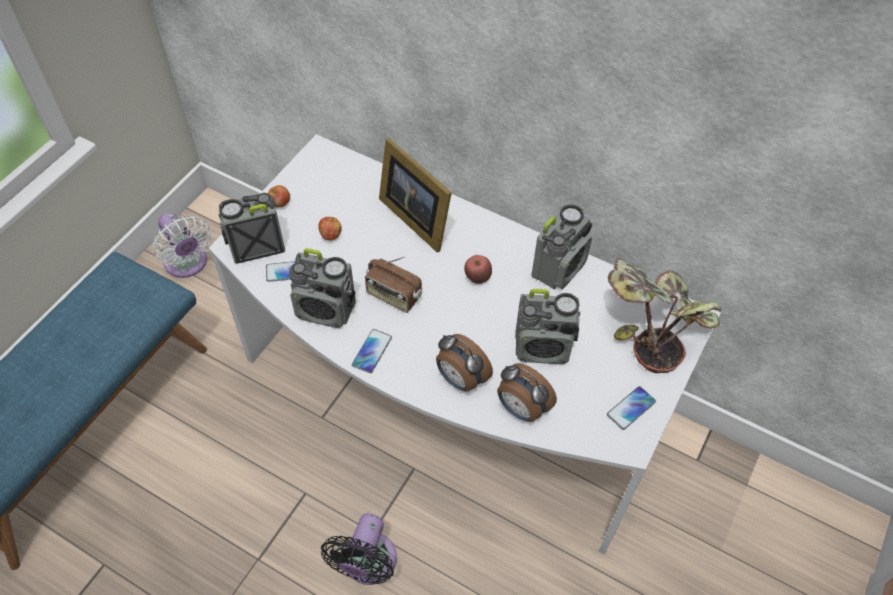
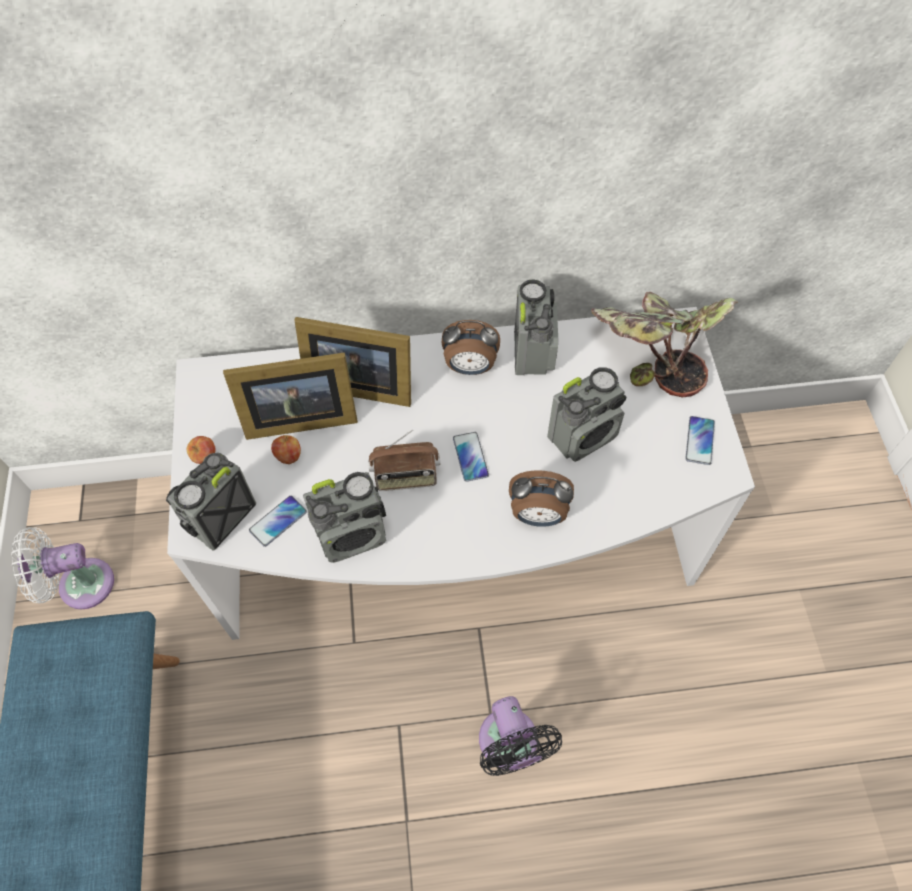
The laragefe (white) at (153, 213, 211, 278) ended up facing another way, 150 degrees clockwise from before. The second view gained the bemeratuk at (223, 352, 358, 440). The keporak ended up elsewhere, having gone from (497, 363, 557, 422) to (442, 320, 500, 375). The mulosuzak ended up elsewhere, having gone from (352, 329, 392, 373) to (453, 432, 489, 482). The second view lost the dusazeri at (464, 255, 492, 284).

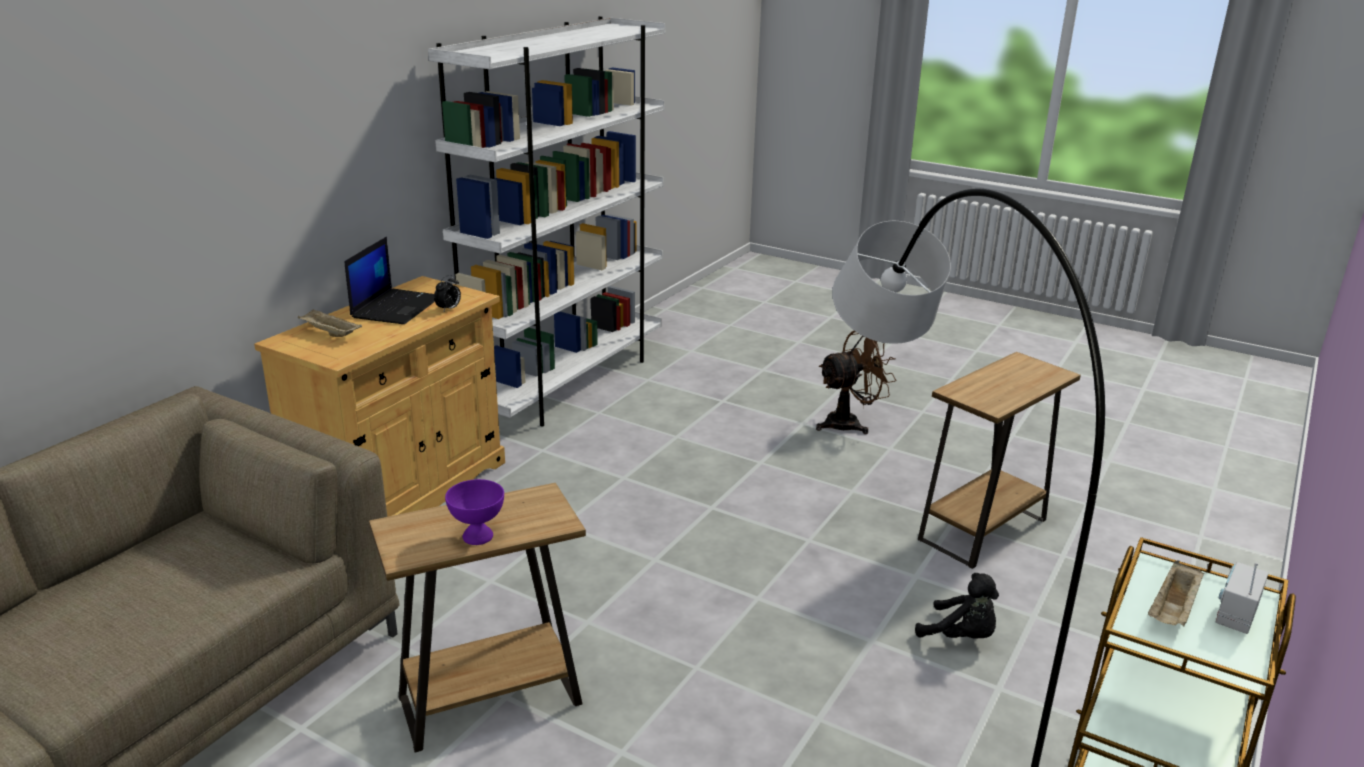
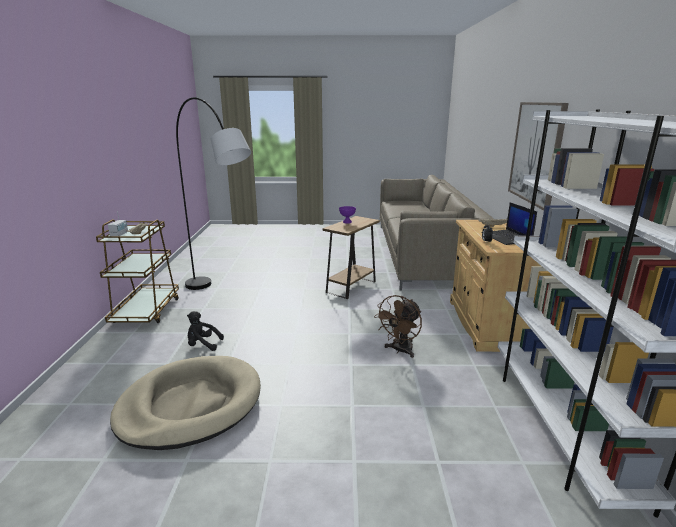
Where the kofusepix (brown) stood at (918, 352, 1081, 569), the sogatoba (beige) came to stand at (110, 356, 261, 450). The laragefe (brown) ended up elsewhere, having gone from (816, 331, 896, 434) to (374, 295, 422, 358). The second view gained the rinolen at (508, 102, 569, 210).

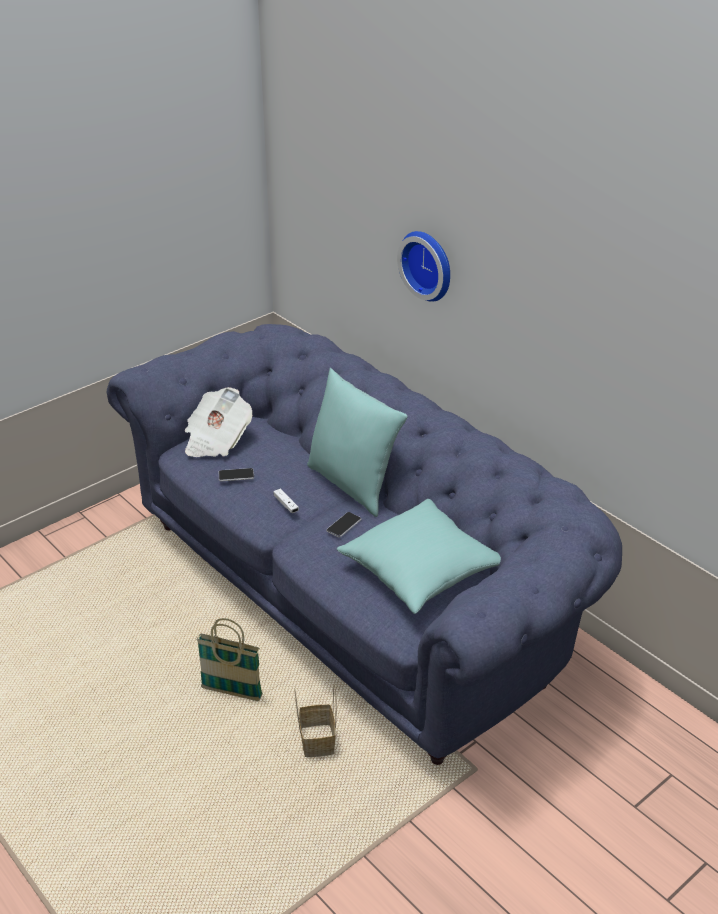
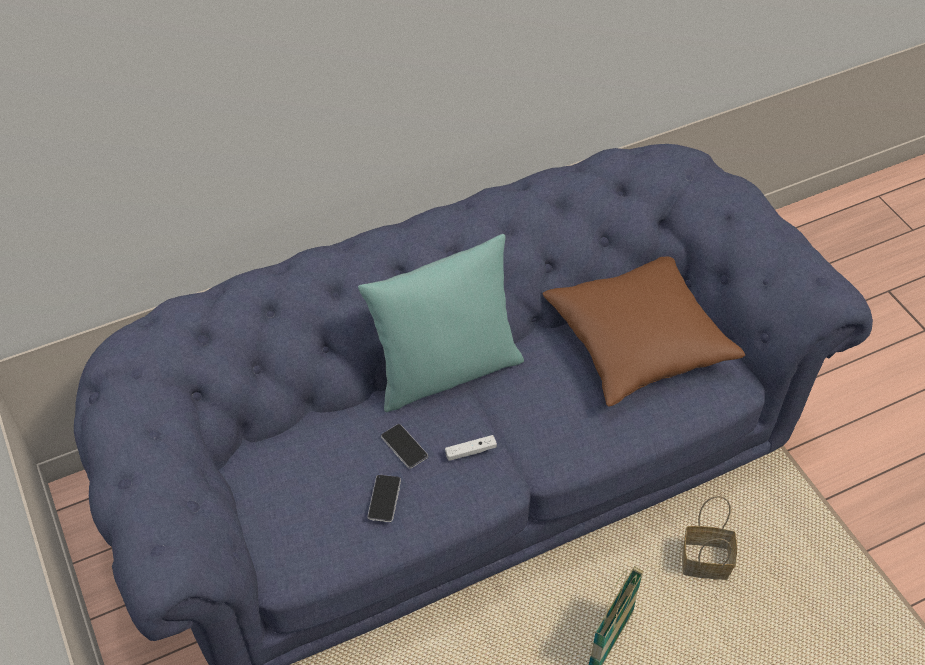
The mulosuzak ended up elsewhere, having gone from (326, 512, 362, 537) to (381, 424, 428, 469). What was the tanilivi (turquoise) at (337, 499, 501, 614) turned into the tanilivi (brown) at (542, 257, 745, 407). The second view lost the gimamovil at (185, 387, 252, 457). The second view lost the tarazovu at (397, 231, 450, 302).

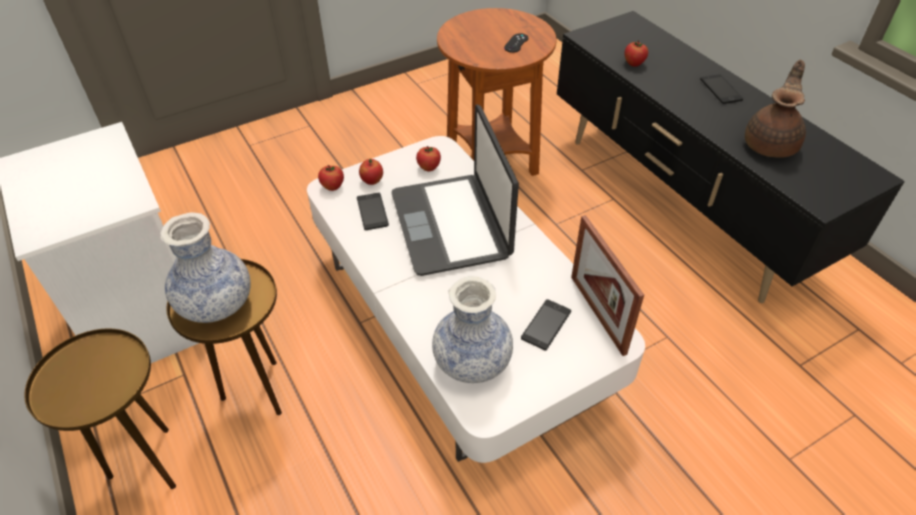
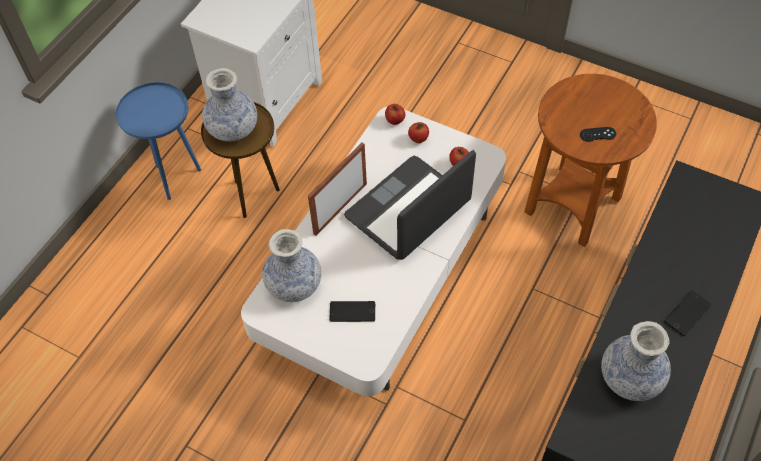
What was the kofusepix (brown) at (24, 329, 176, 489) turned into the kofusepix (blue) at (116, 82, 201, 200). The bemeratuk ended up elsewhere, having gone from (571, 215, 644, 356) to (308, 142, 367, 236). Where the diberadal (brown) stood at (745, 60, 806, 158), the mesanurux came to stand at (601, 321, 671, 401). The second view lost the mulosuzak at (357, 193, 389, 230). The second view lost the dusazeri at (625, 40, 648, 67).

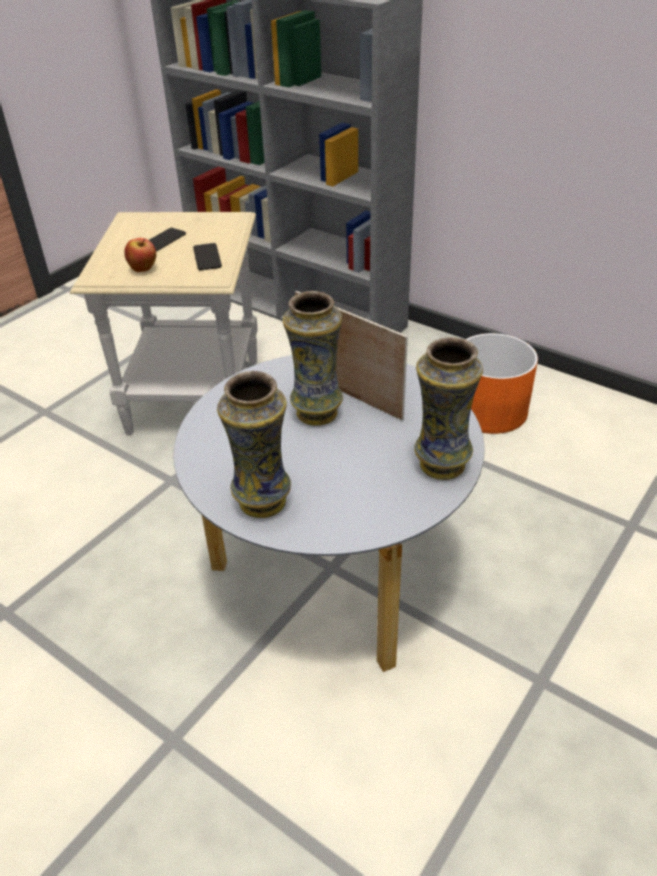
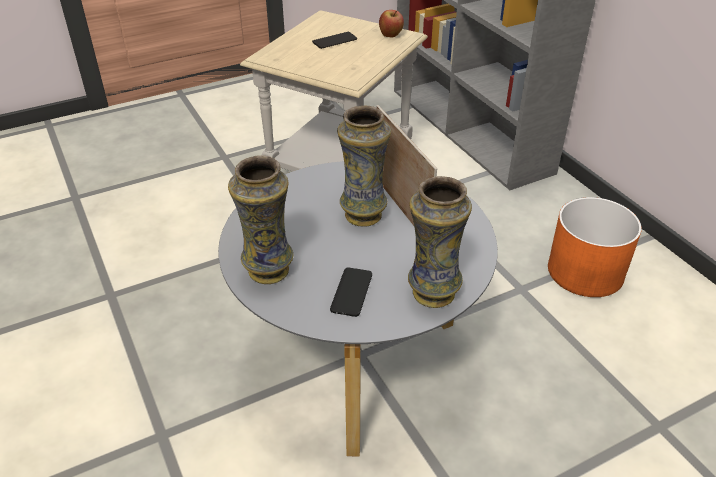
The mulosuzak ended up elsewhere, having gone from (193, 243, 222, 270) to (330, 267, 372, 317). The dusazeri ended up elsewhere, having gone from (124, 238, 156, 272) to (379, 10, 404, 38).

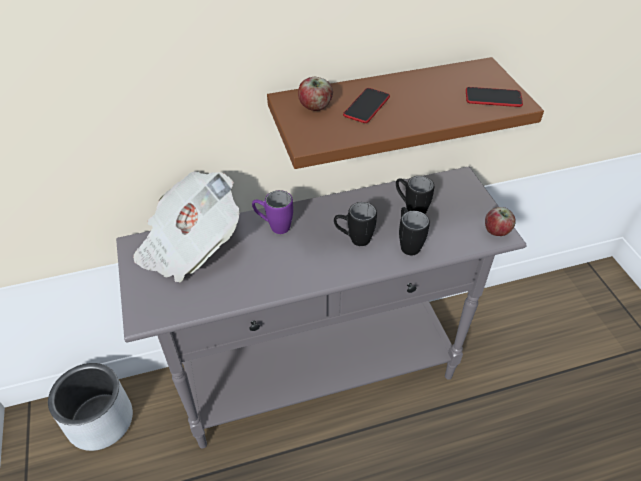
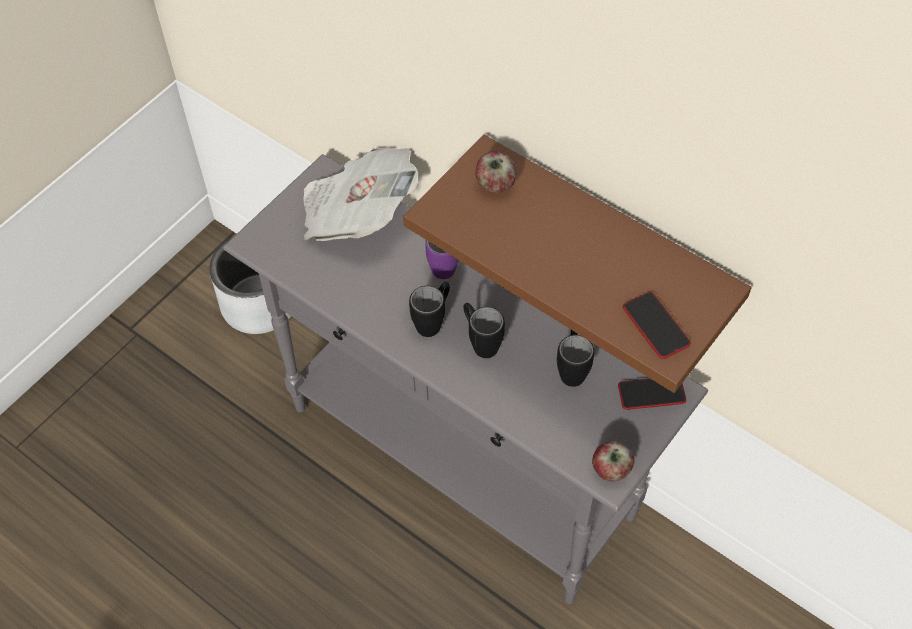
The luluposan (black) ended up elsewhere, having gone from (399, 207, 430, 255) to (409, 281, 450, 337). The mulosuzak ended up elsewhere, having gone from (343, 88, 390, 123) to (618, 378, 686, 410).

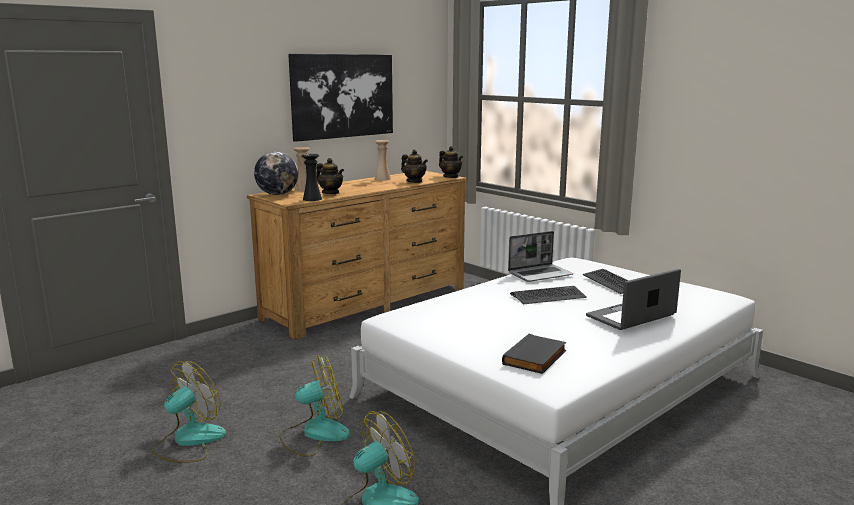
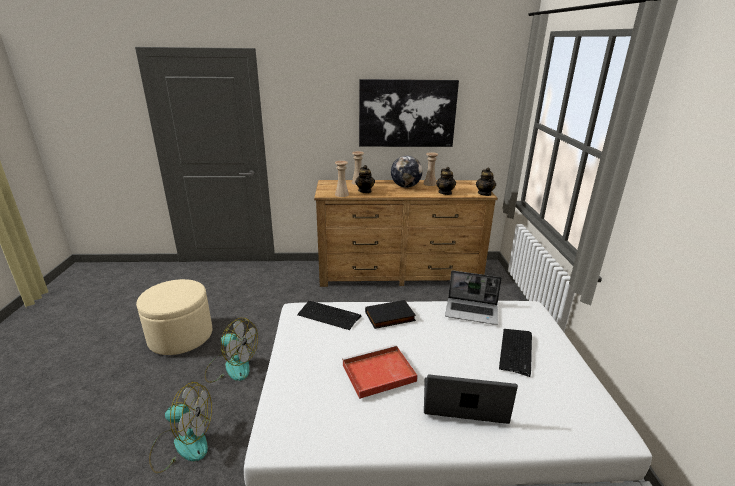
Where the laragefe stood at (152, 361, 226, 463), the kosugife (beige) came to stand at (136, 279, 213, 355). The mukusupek ended up elsewhere, having gone from (510, 286, 587, 304) to (297, 301, 362, 330). What was the mesanurux (black) at (302, 154, 322, 201) turned into the mesanurux (beige) at (335, 161, 349, 197). The second view gained the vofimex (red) at (342, 345, 418, 399). The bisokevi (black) ended up elsewhere, having gone from (502, 334, 566, 374) to (365, 300, 416, 329). The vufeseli ended up elsewhere, having gone from (254, 151, 298, 195) to (391, 156, 422, 188).

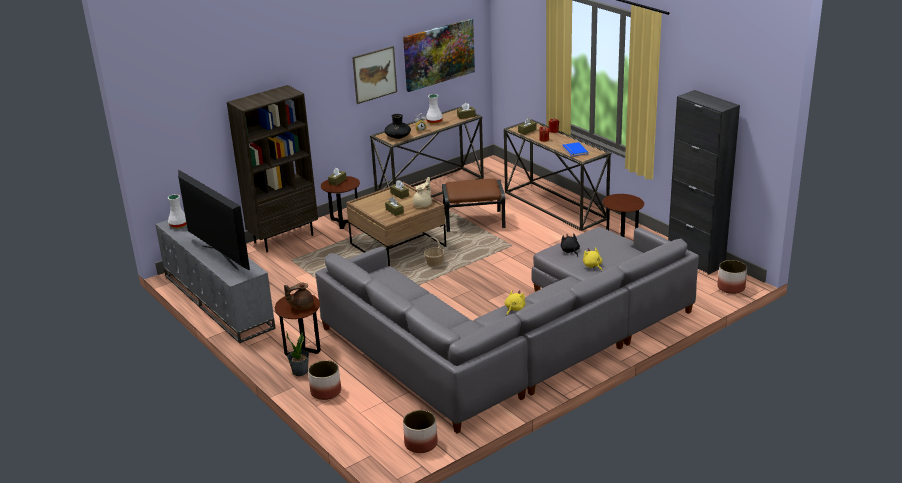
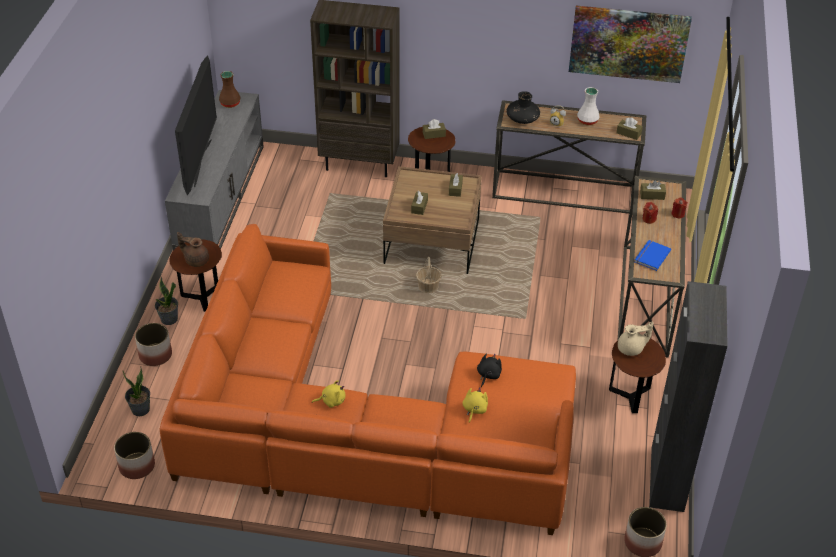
The second view gained the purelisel at (123, 366, 150, 416). What was the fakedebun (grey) at (315, 227, 699, 434) turned into the fakedebun (orange) at (160, 224, 576, 535). What was the mesanurux (white) at (168, 194, 187, 228) turned into the mesanurux (brown) at (219, 71, 240, 108). The diberadal (beige) ended up elsewhere, having gone from (413, 177, 432, 208) to (618, 321, 653, 356). The second view lost the rinolen at (352, 46, 397, 104). The second view lost the kosugife (brown) at (442, 179, 506, 232).

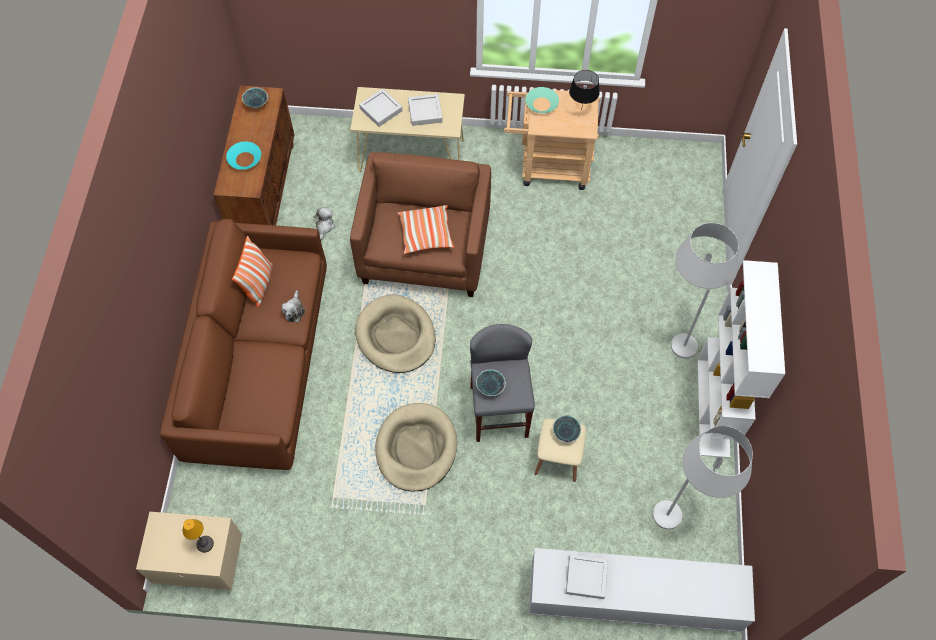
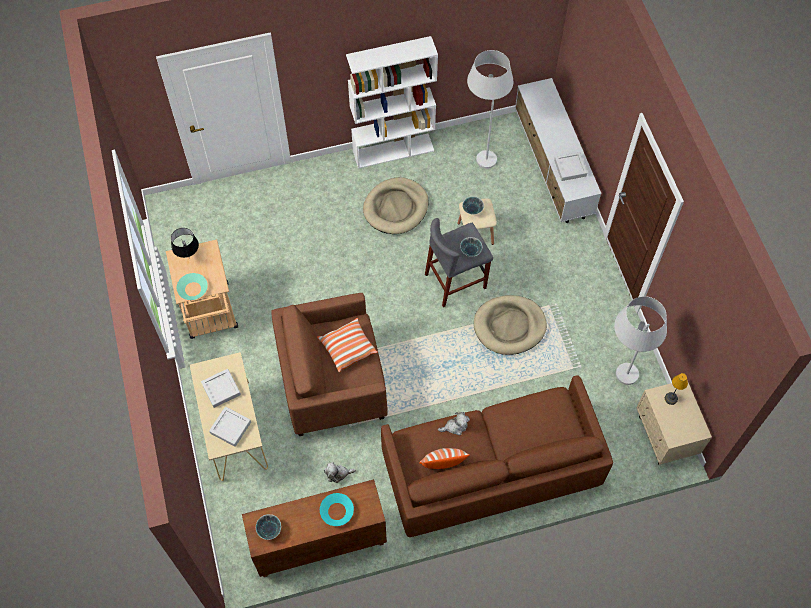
The sogatoba (beige) ended up elsewhere, having gone from (355, 295, 436, 373) to (363, 177, 429, 234). The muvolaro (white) ended up elsewhere, having gone from (671, 223, 739, 359) to (614, 296, 667, 385).

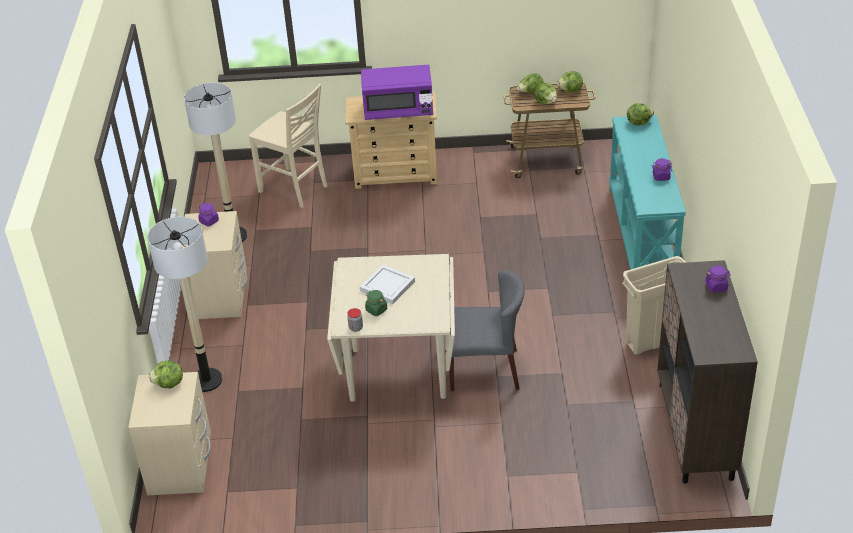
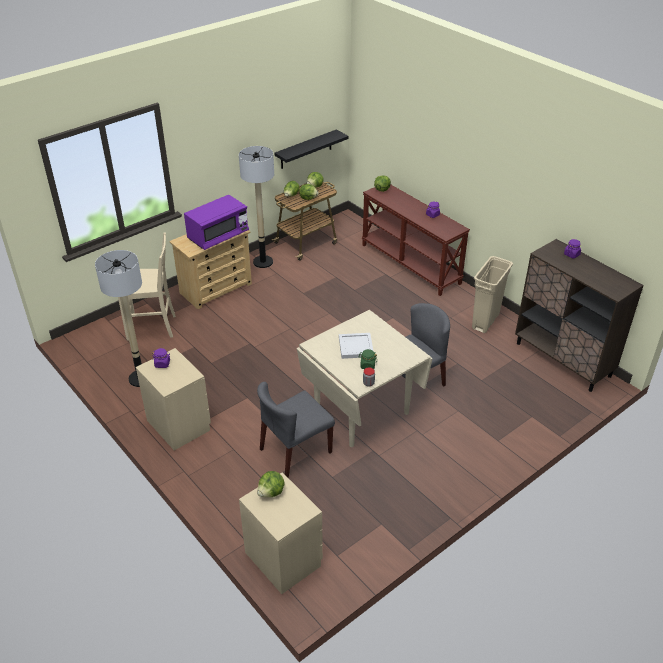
The muvolaro ended up elsewhere, having gone from (147, 217, 223, 392) to (239, 146, 274, 268). The second view gained the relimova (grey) at (257, 382, 335, 478). The second view gained the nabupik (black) at (275, 129, 348, 169). What was the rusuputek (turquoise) at (609, 115, 686, 270) turned into the rusuputek (brown) at (362, 184, 470, 296).

